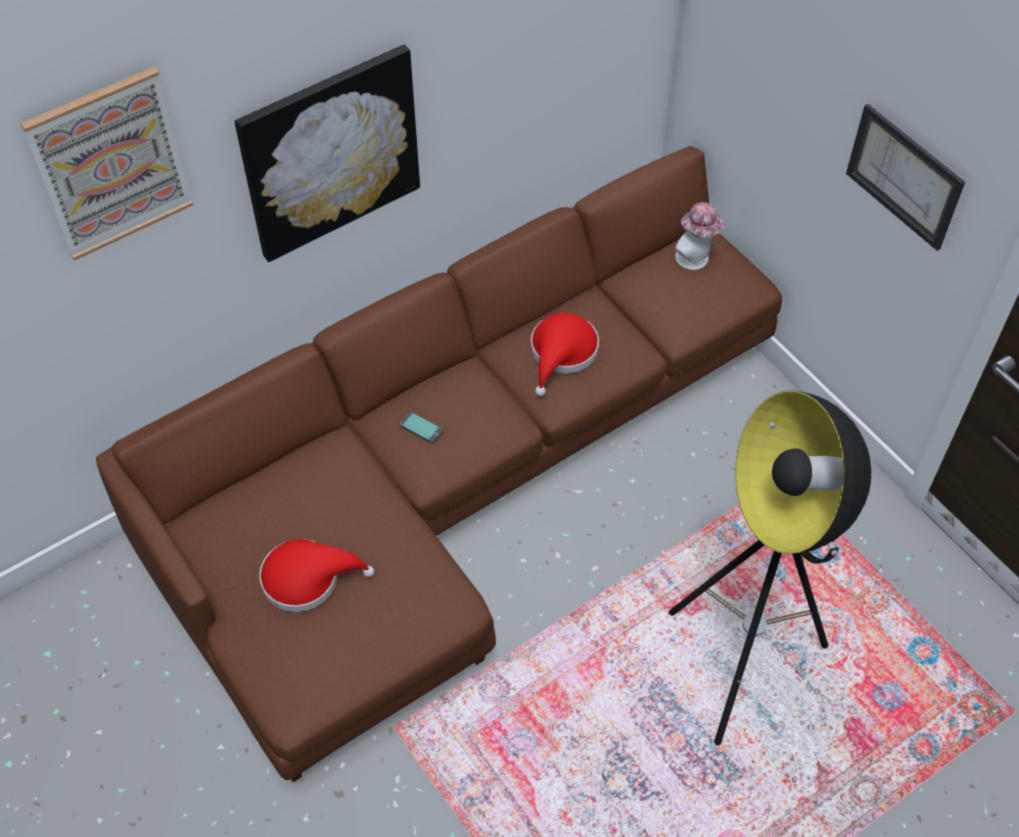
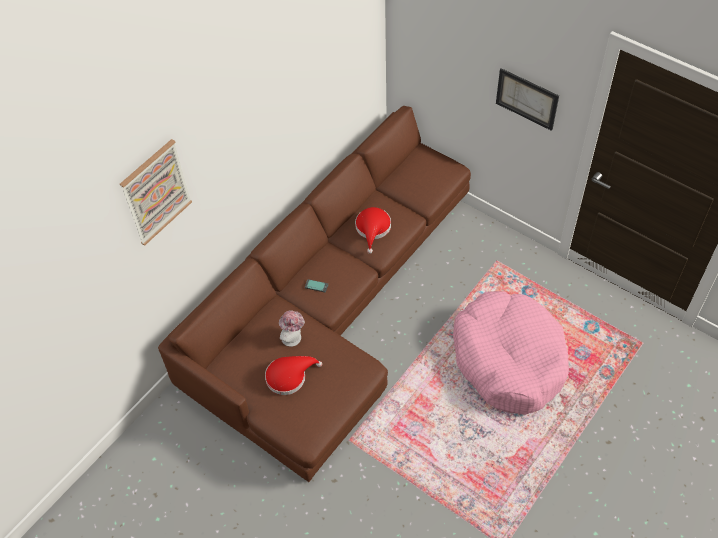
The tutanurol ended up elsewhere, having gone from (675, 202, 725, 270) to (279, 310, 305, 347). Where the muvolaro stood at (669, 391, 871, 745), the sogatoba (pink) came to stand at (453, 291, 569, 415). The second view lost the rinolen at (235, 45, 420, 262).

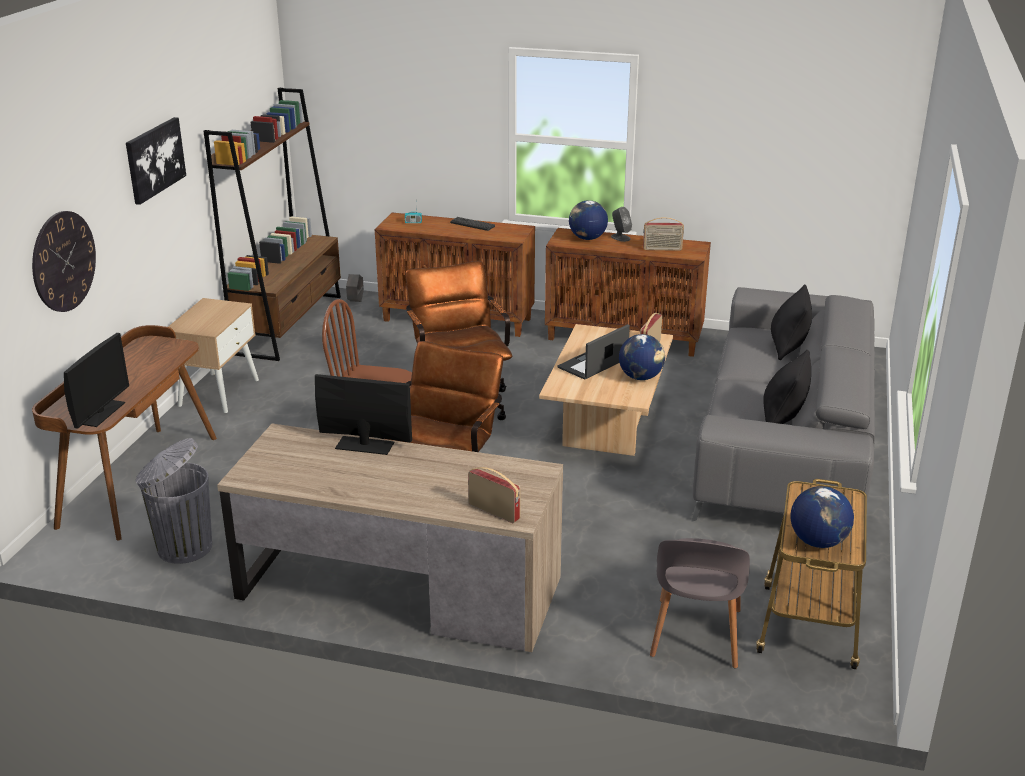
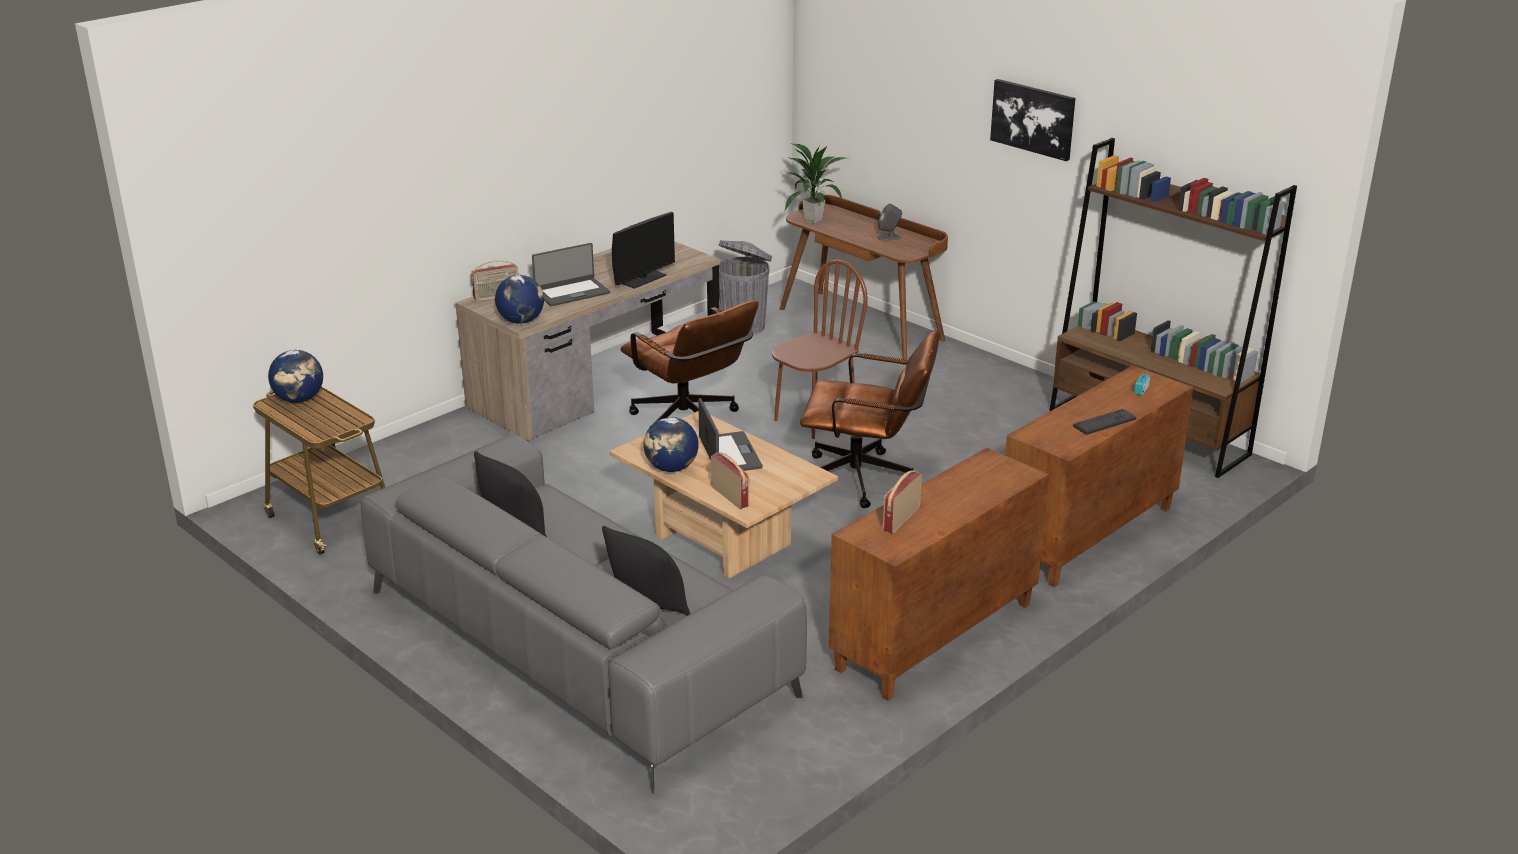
The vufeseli ended up elsewhere, having gone from (569, 200, 608, 240) to (495, 275, 544, 324). The second view gained the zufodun at (532, 243, 610, 306). Where the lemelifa stood at (64, 333, 129, 429), the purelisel came to stand at (784, 142, 847, 223). The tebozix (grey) ended up elsewhere, having gone from (611, 207, 632, 242) to (877, 203, 902, 241). The second view lost the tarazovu at (32, 211, 96, 312). The second view lost the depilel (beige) at (168, 298, 259, 413). The second view lost the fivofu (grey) at (346, 274, 364, 302). The second view lost the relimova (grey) at (650, 538, 750, 668).

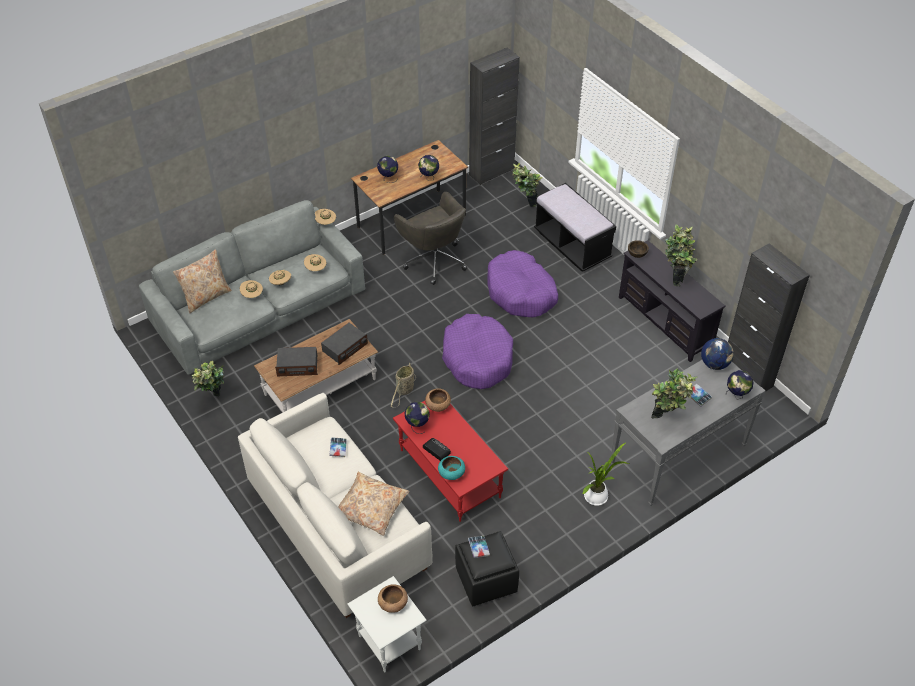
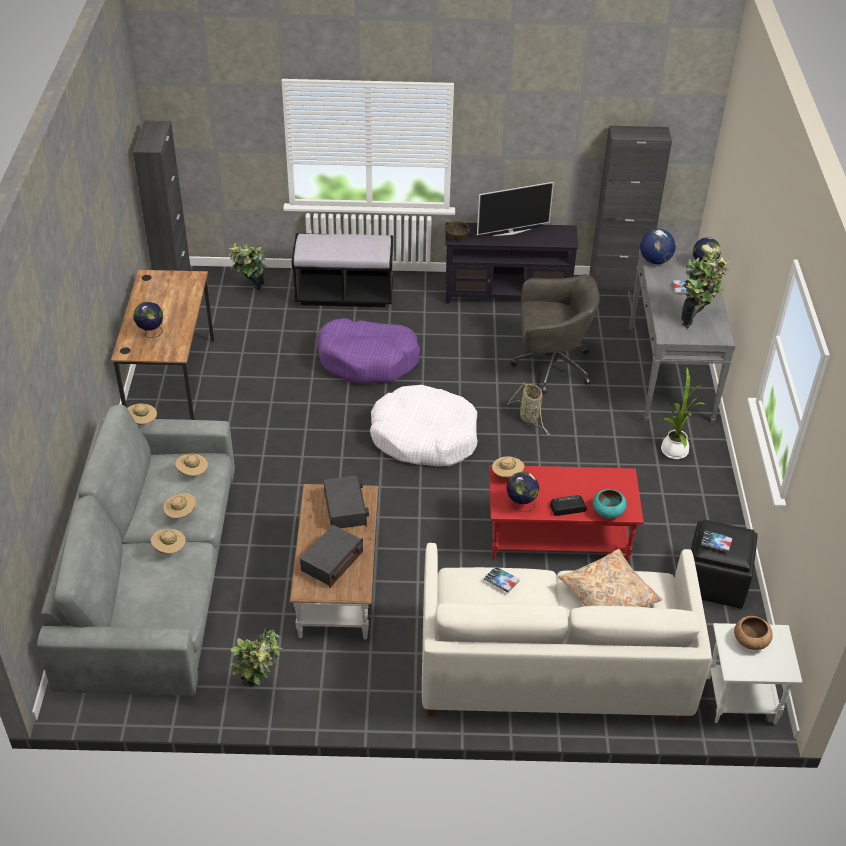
What was the sogatoba (purple) at (442, 314, 513, 389) turned into the sogatoba (white) at (370, 385, 477, 466). Where the purelisel stood at (665, 224, 697, 286), the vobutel came to stand at (477, 182, 554, 236). Where the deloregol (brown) stood at (425, 388, 451, 412), the tutanurol (beige) came to stand at (492, 456, 524, 478). The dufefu ended up elsewhere, having gone from (391, 363, 416, 408) to (508, 383, 550, 435). The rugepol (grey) ended up elsewhere, having gone from (394, 192, 467, 285) to (510, 274, 600, 393). The second view lost the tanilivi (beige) at (173, 249, 232, 313). The second view lost the vufeseli at (418, 155, 439, 181).

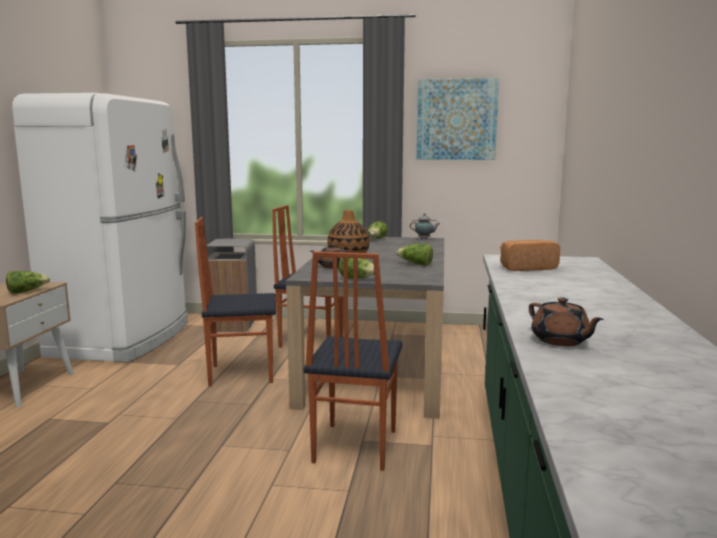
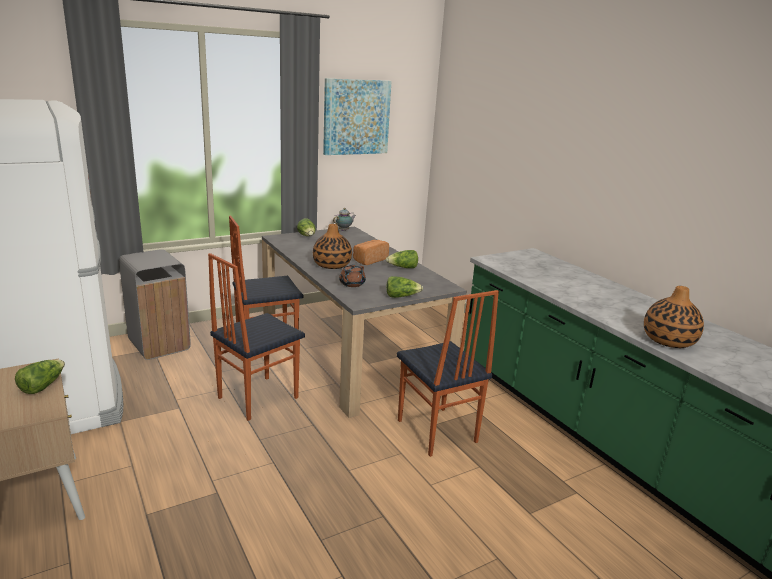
The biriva ended up elsewhere, having gone from (500, 240, 560, 271) to (353, 240, 389, 265). Where the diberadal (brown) stood at (529, 298, 604, 346), the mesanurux came to stand at (644, 286, 704, 348).

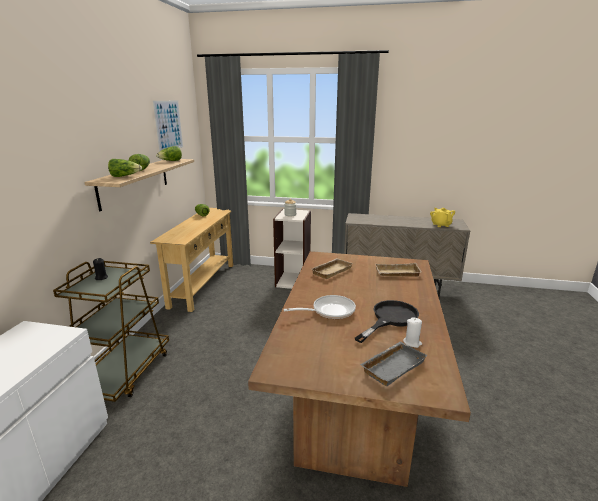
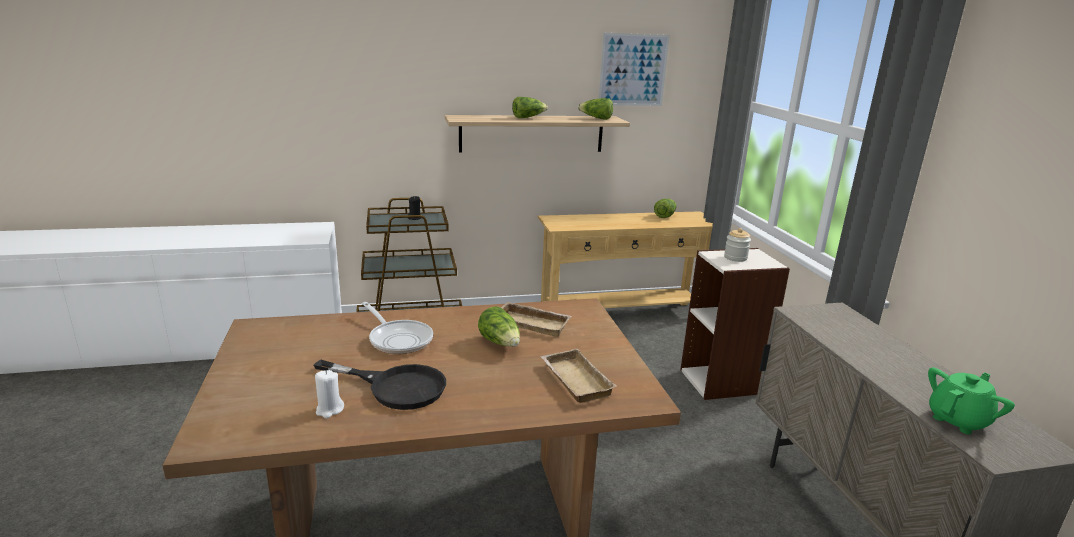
The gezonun ended up elsewhere, having gone from (108, 159, 142, 177) to (478, 306, 520, 347). What was the diberadal (yellow) at (430, 208, 455, 227) turned into the diberadal (green) at (928, 367, 1015, 434). The second view lost the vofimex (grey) at (360, 341, 428, 386).

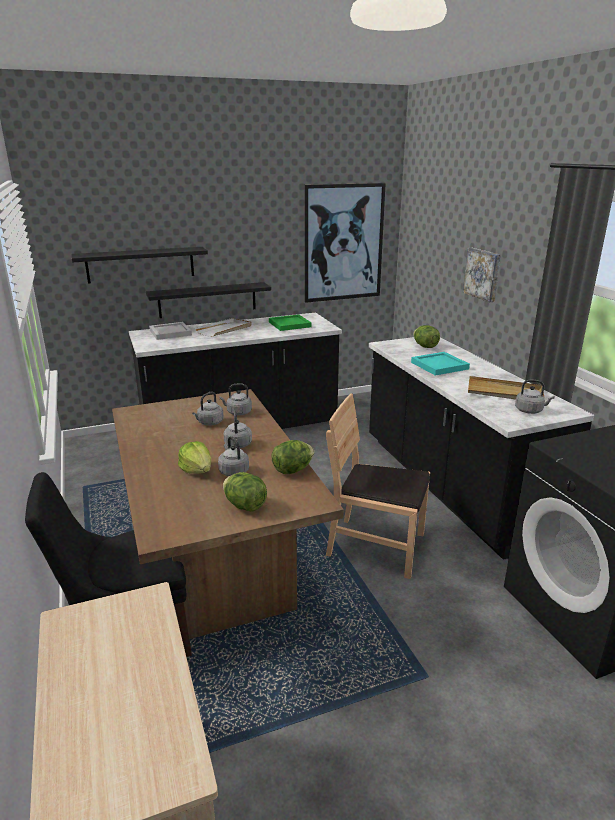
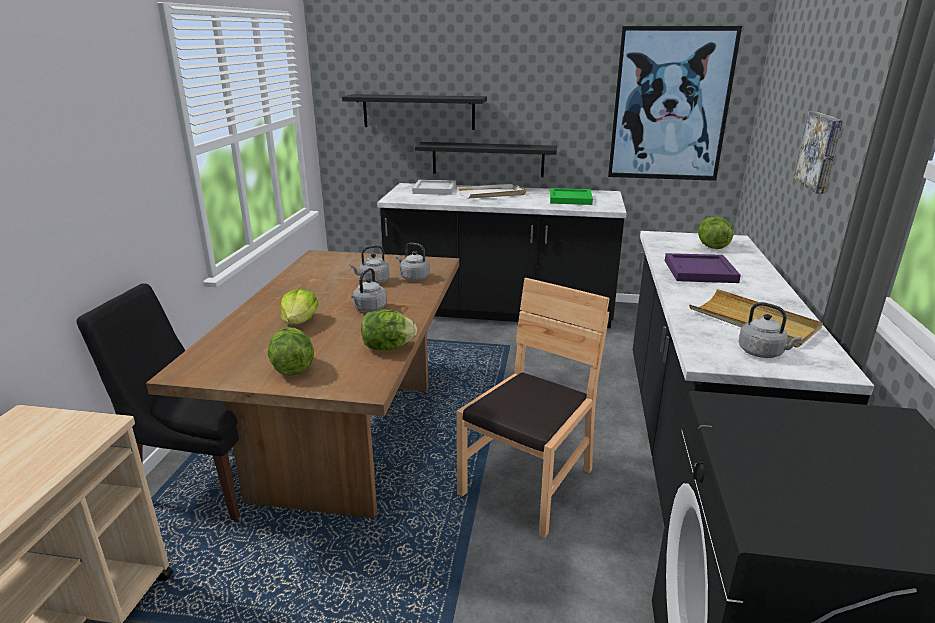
The relimova (brown) at (326, 393, 430, 579) ended up facing another way, 75 degrees clockwise from before. What was the vofimex (turquoise) at (411, 352, 470, 376) turned into the vofimex (purple) at (665, 253, 741, 283). The second view lost the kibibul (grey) at (218, 436, 249, 476).

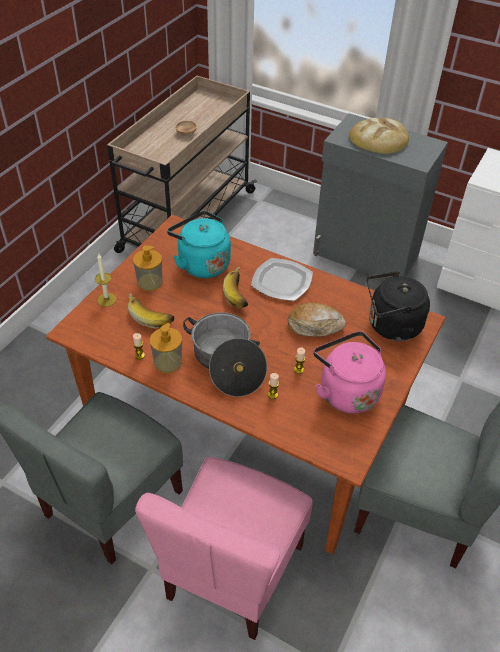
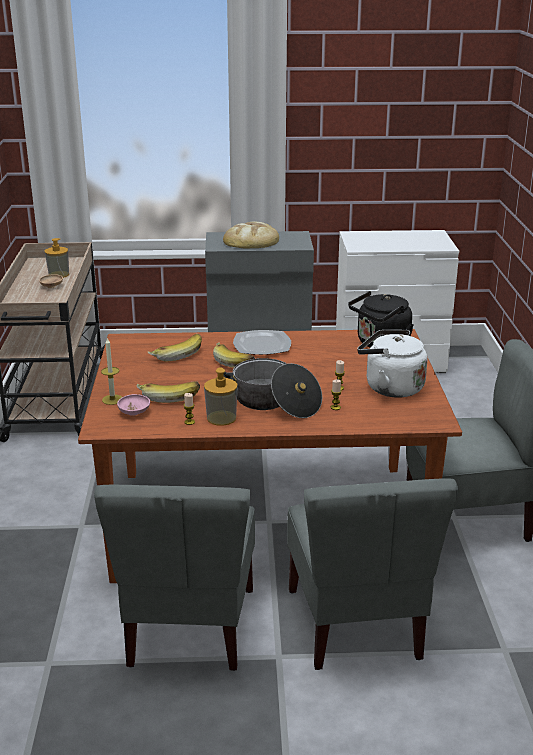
The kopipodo ended up elsewhere, having gone from (133, 245, 162, 291) to (45, 238, 69, 278). The second view gained the deloregol (pink) at (117, 394, 150, 416). Where the kibibul (turquoise) stood at (167, 211, 231, 278), the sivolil came to stand at (147, 334, 202, 361). What was the relimova (pink) at (135, 457, 313, 640) turned into the relimova (grey) at (287, 478, 458, 670). What was the kibibul (pink) at (313, 331, 386, 414) turned into the kibibul (white) at (357, 330, 427, 398). The second view lost the biriva at (288, 302, 346, 337).

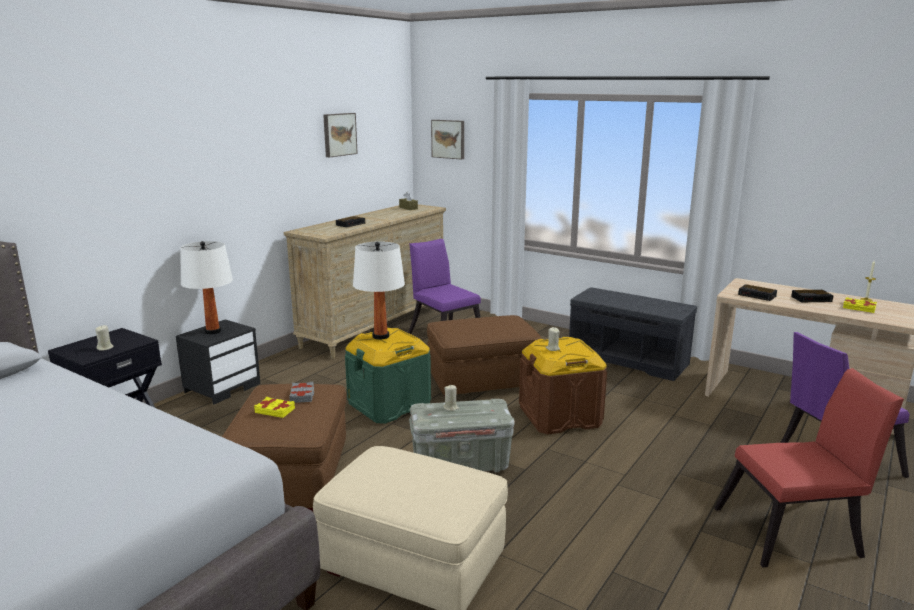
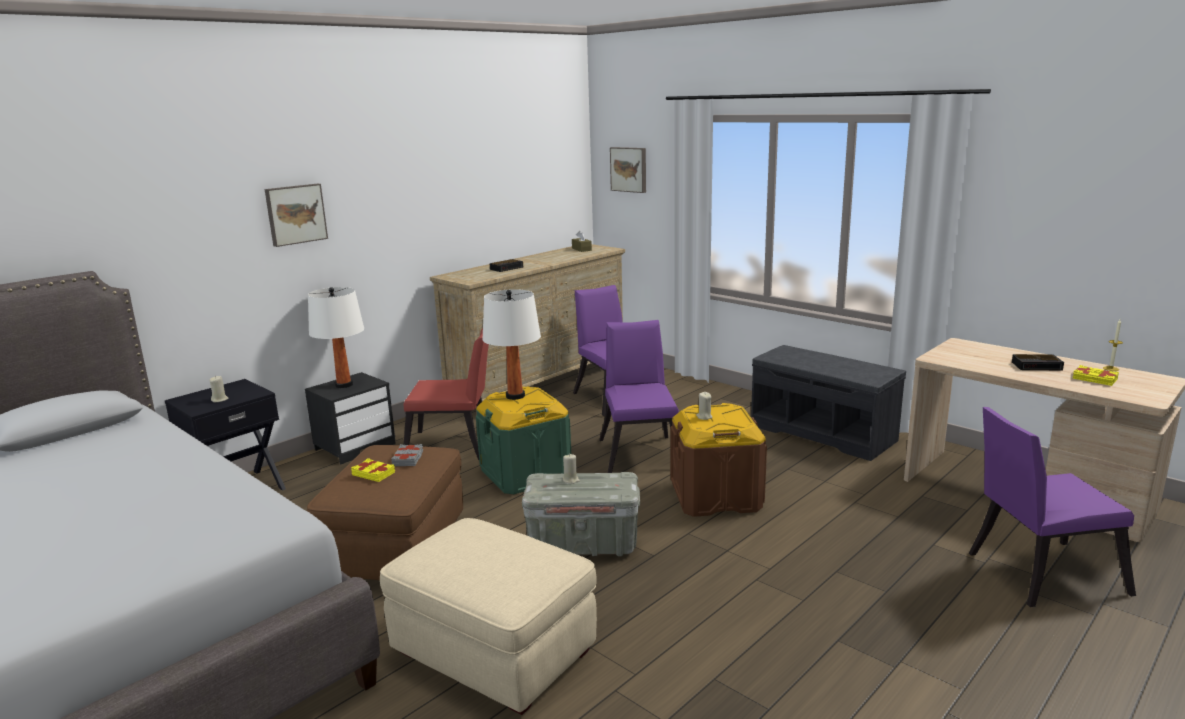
The rinolen ended up elsewhere, having gone from (323, 113, 358, 158) to (265, 184, 328, 247). The relimova (red) ended up elsewhere, having gone from (714, 368, 904, 567) to (403, 328, 489, 460). Where the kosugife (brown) stood at (427, 315, 541, 397), the relimova (purple) came to stand at (599, 320, 679, 473). The second view lost the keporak at (738, 284, 777, 301).

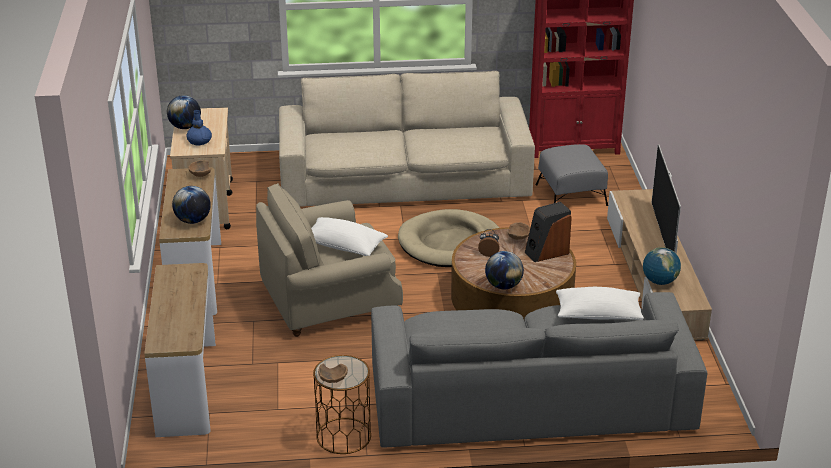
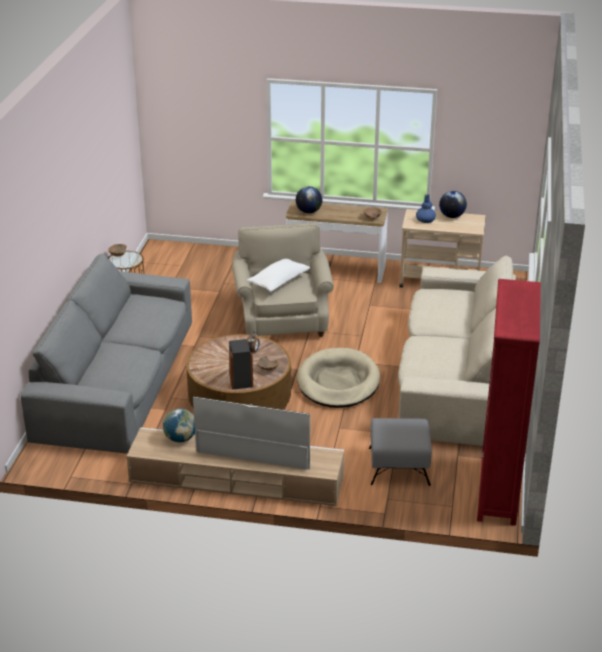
The second view lost the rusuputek at (144, 263, 216, 437). The second view lost the vufeseli at (485, 251, 524, 289). The second view lost the tanilivi (white) at (556, 287, 644, 320).

